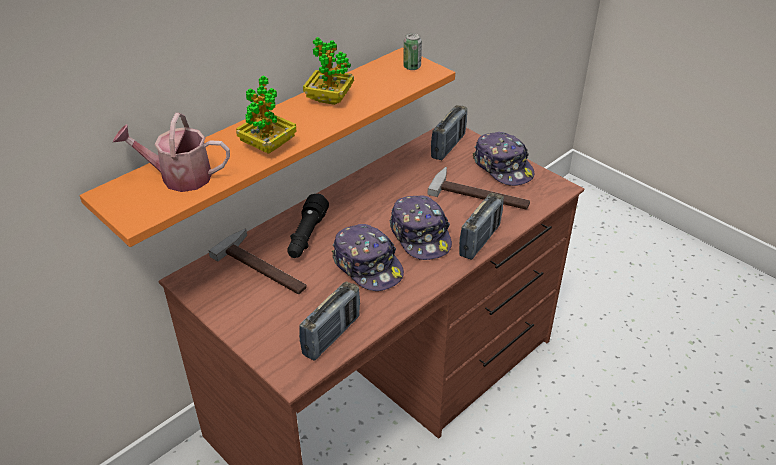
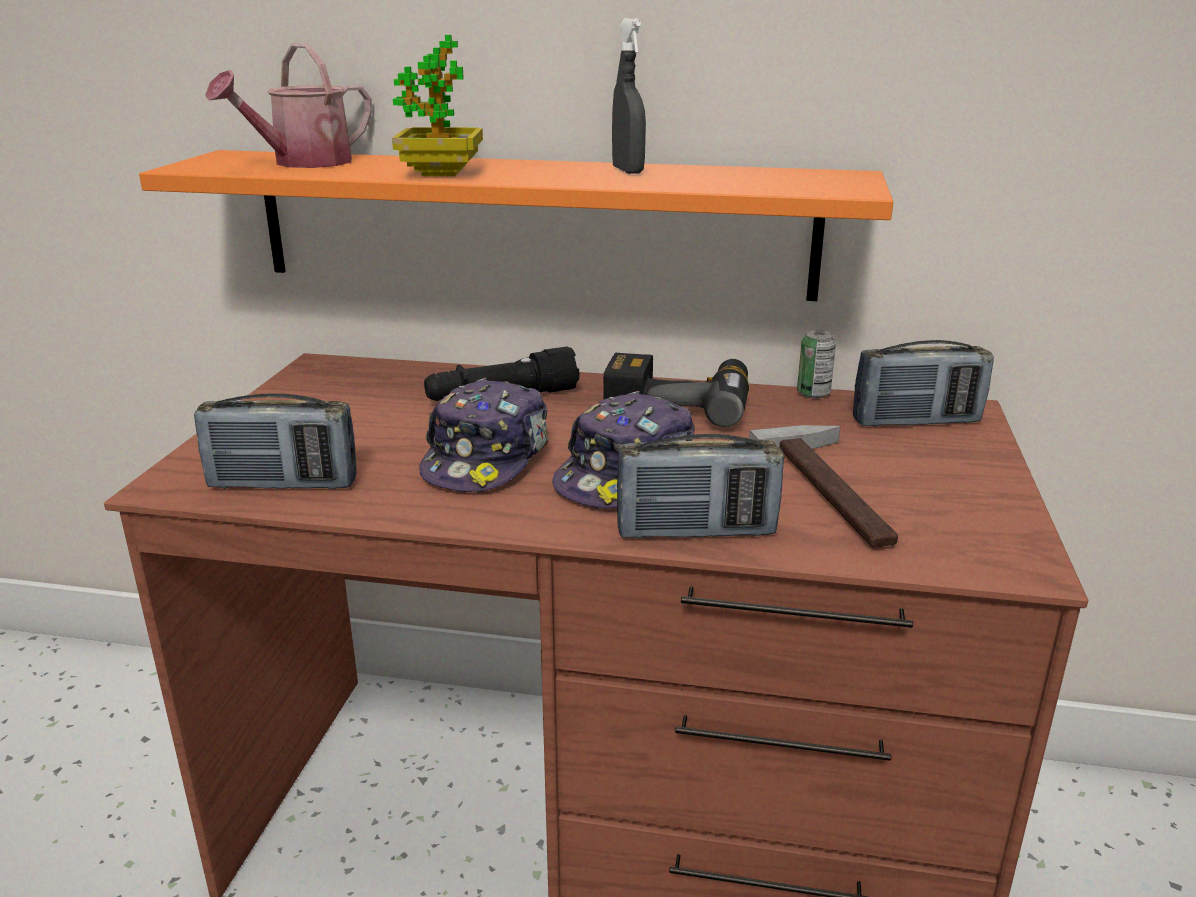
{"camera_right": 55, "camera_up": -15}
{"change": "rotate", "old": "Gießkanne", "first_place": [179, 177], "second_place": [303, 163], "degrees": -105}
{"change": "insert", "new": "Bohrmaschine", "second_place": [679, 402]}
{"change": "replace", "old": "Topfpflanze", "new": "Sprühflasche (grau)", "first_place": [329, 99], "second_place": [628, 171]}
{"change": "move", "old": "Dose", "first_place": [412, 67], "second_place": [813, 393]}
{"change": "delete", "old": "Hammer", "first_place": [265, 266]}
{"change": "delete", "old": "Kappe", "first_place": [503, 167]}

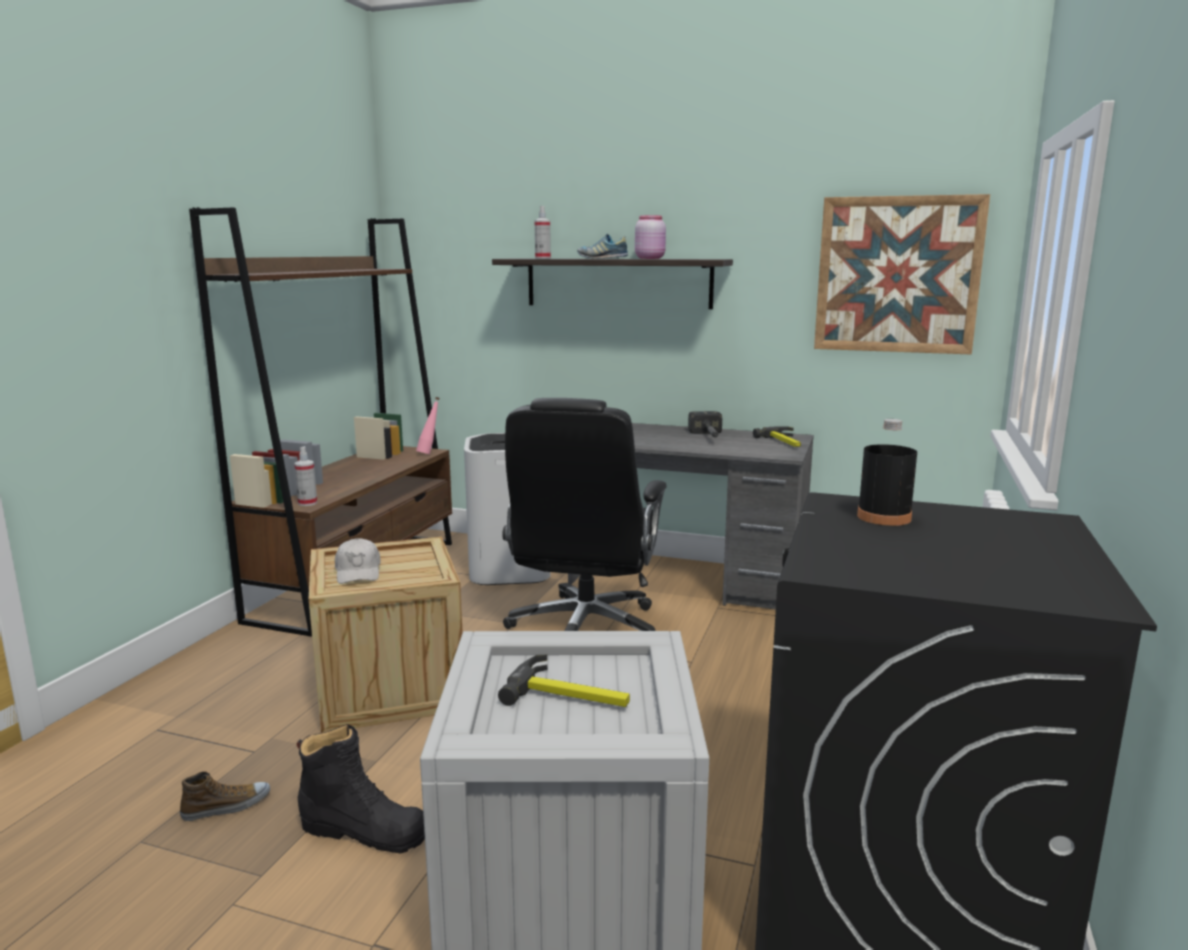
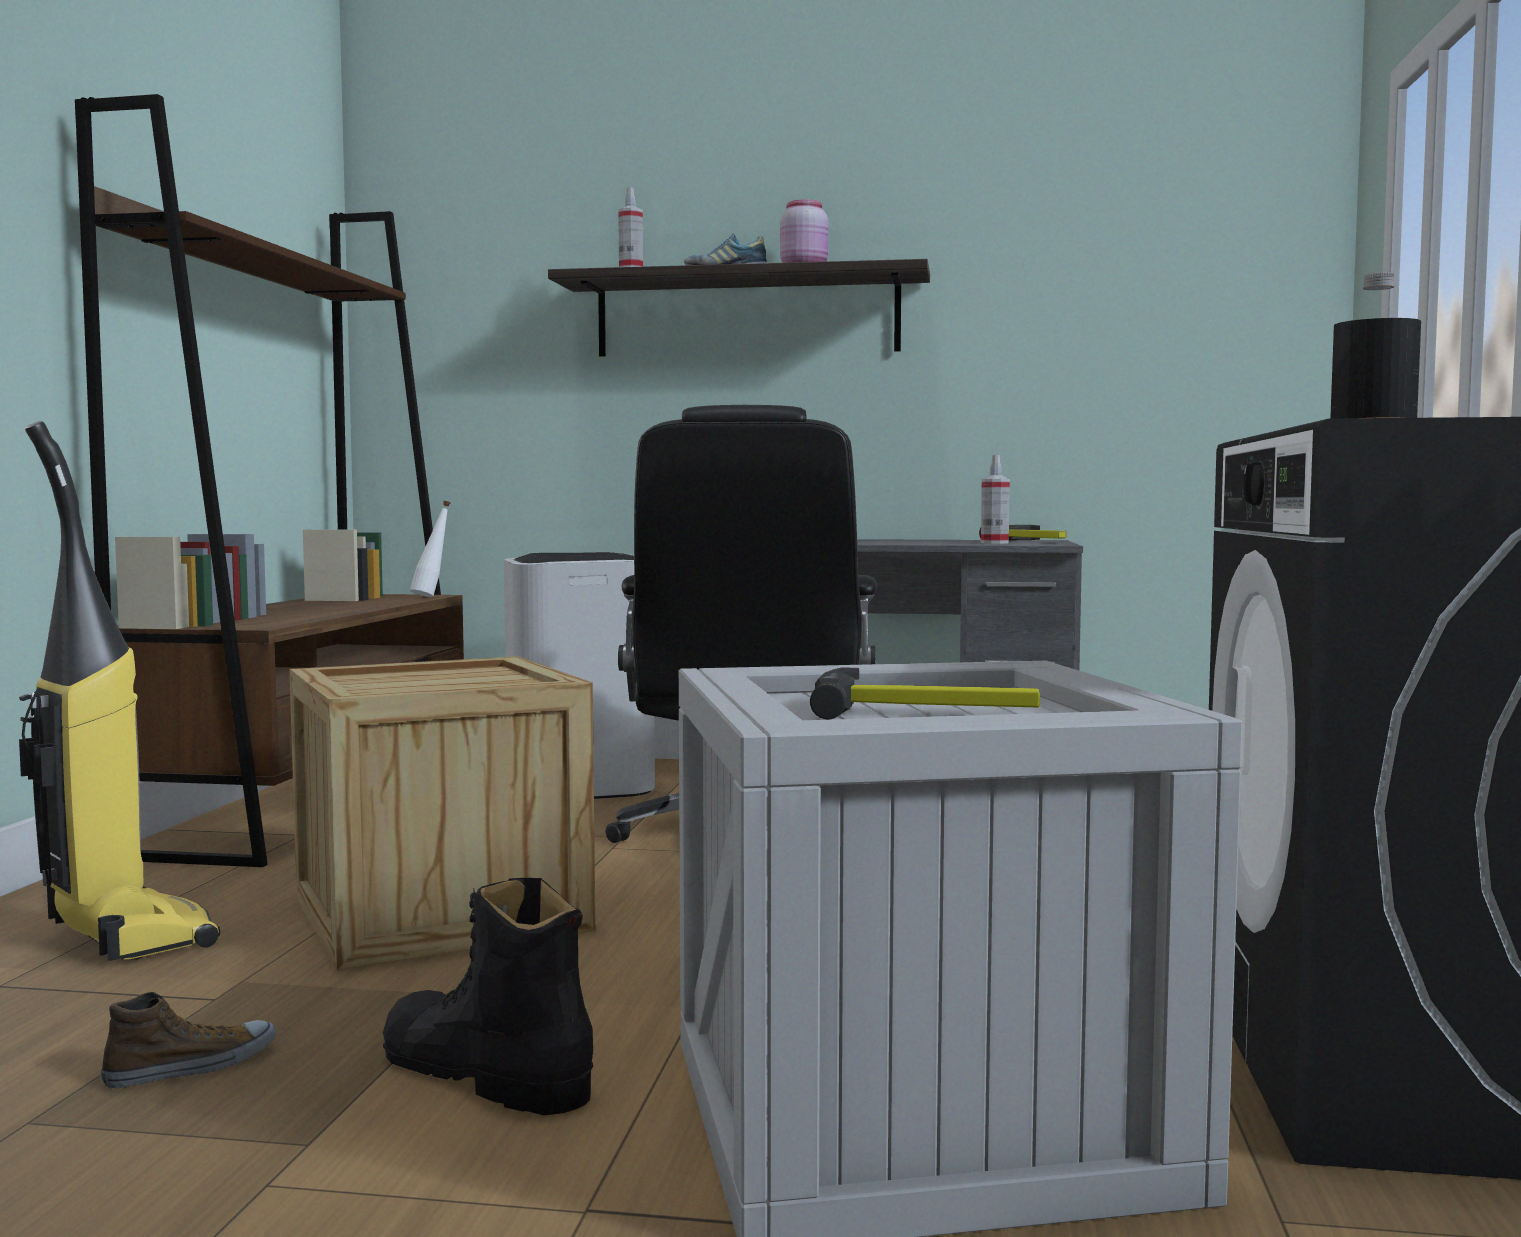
{"camera_right": -10, "camera_up": -10}
{"change": "insert", "new": "Staubsauger", "second_place": [126, 935]}
{"change": "rotate", "old": "Stiefel (schwarz)", "first_place": [364, 830], "second_place": [485, 1074], "degrees": -150}
{"change": "recolor", "old": "Flasche (rosa)", "new": "Flasche (weiß)", "first_place": [429, 453], "second_place": [432, 596]}
{"change": "move", "old": "Sprühflasche", "first_place": [307, 503], "second_place": [994, 543]}
{"change": "delete", "old": "Kappe (weiß)", "first_place": [358, 572]}
{"change": "delete", "old": "Hammer", "first_place": [709, 437]}
{"change": "delete", "old": "Bild", "first_place": [897, 275]}

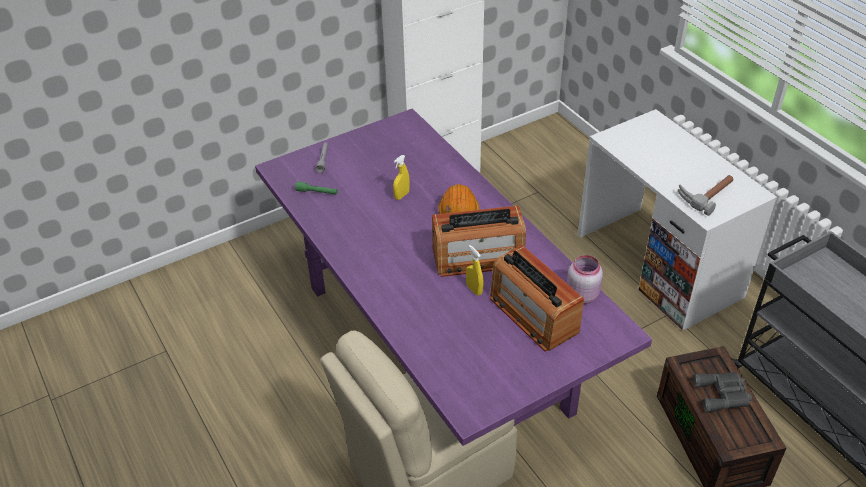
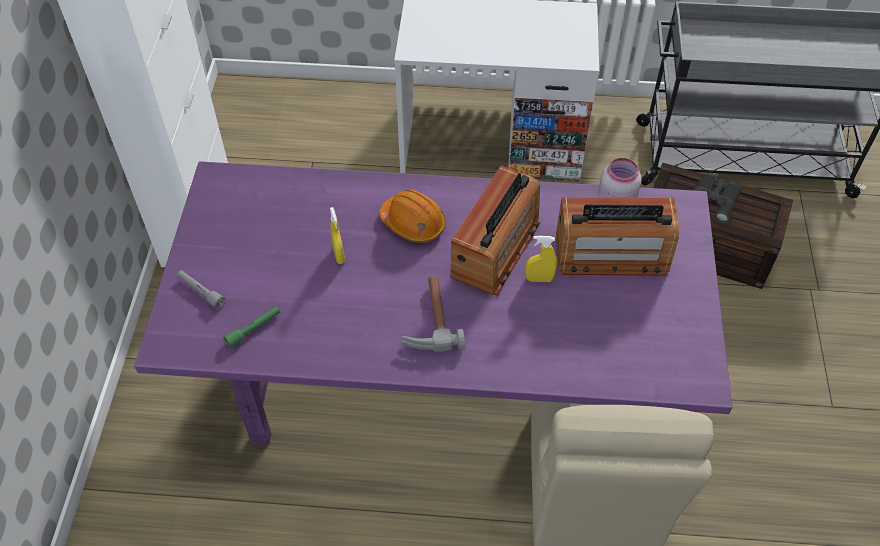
{"camera_right": -55, "camera_up": 10}
{"change": "move", "old": "Hammer", "first_place": [705, 194], "second_place": [428, 319]}

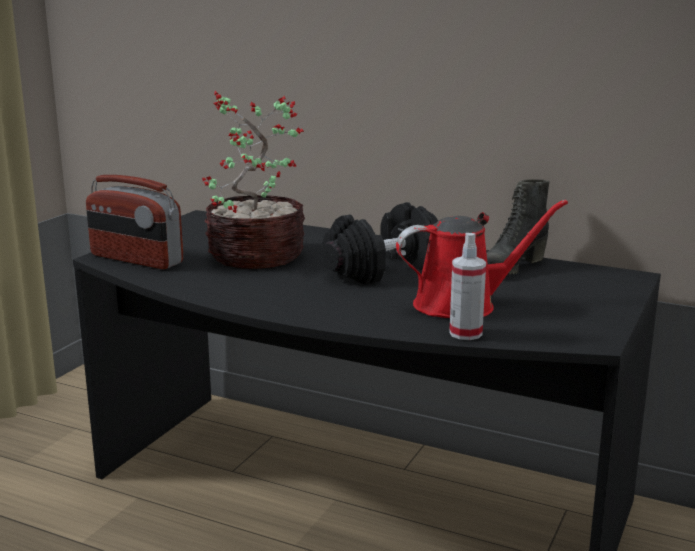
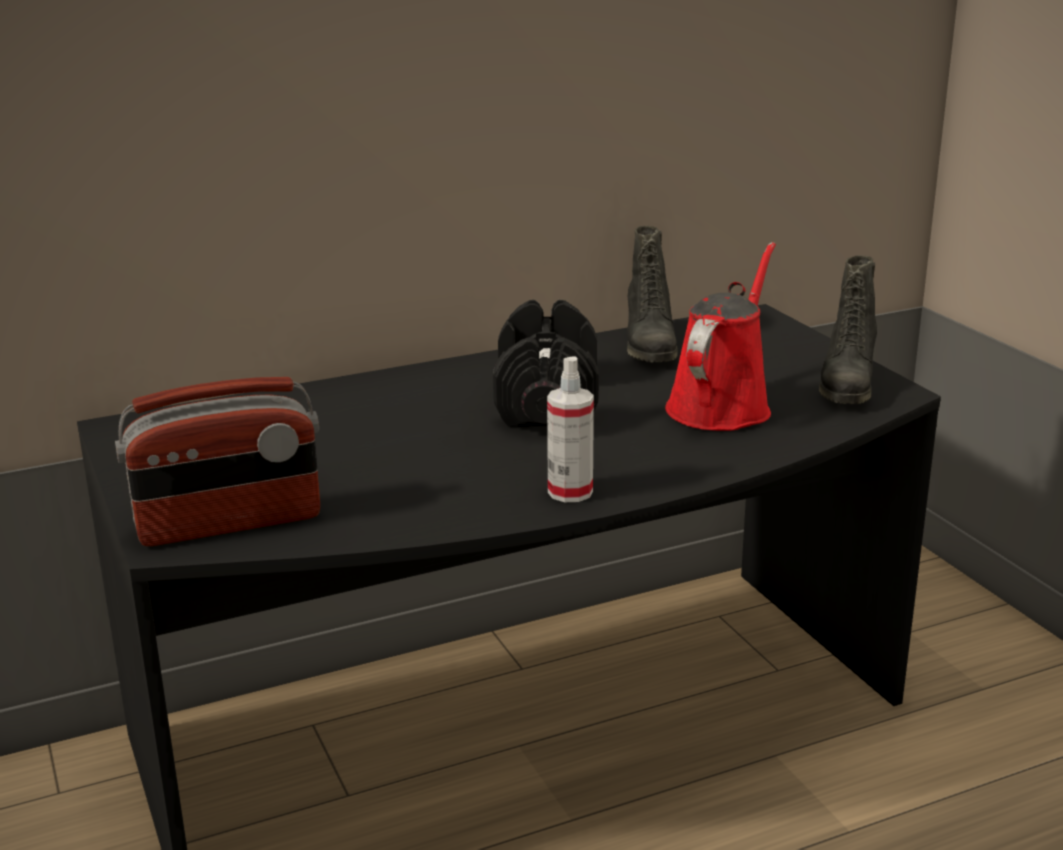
{"camera_right": -50, "camera_up": 5}
{"change": "move", "old": "Sprühflasche", "first_place": [465, 333], "second_place": [570, 492]}
{"change": "insert", "new": "Stiefel (schwarz)", "second_place": [845, 386]}
{"change": "delete", "old": "Topfpflanze", "first_place": [254, 257]}

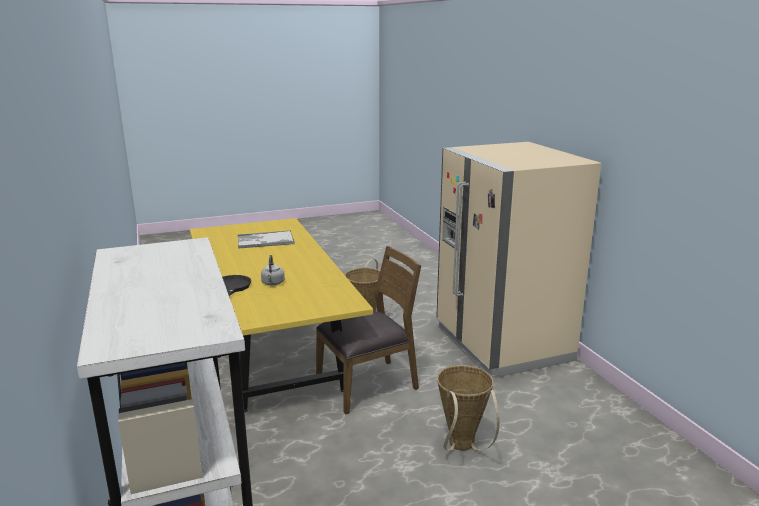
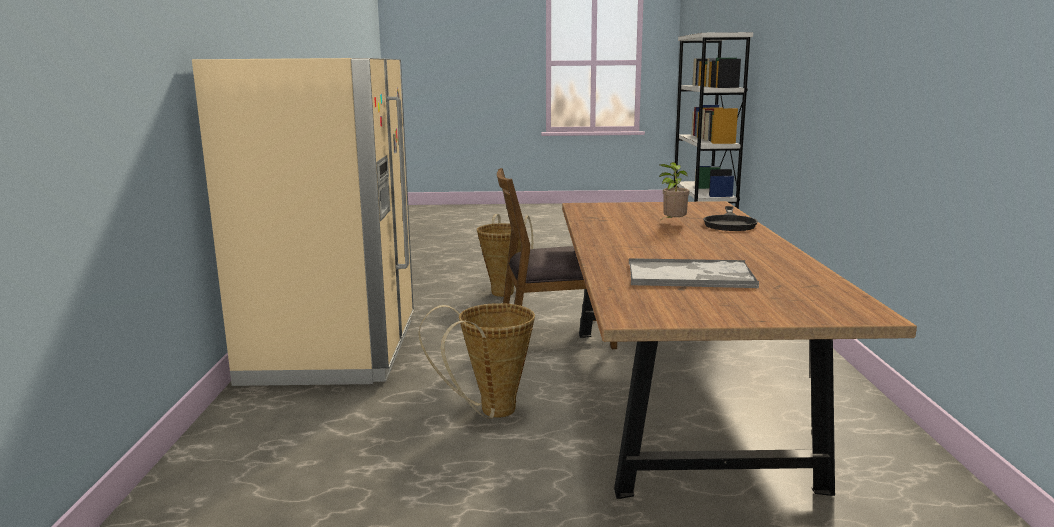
{"camera_right": -160, "camera_up": -5}
{"change": "recolor", "old": "Esstisch (gelb)", "new": "Esstisch (braun)", "first_place": [271, 347], "second_place": [677, 395]}
{"change": "replace", "old": "Wasserkessel (grau)", "new": "Topfpflanze", "first_place": [273, 283], "second_place": [672, 223]}

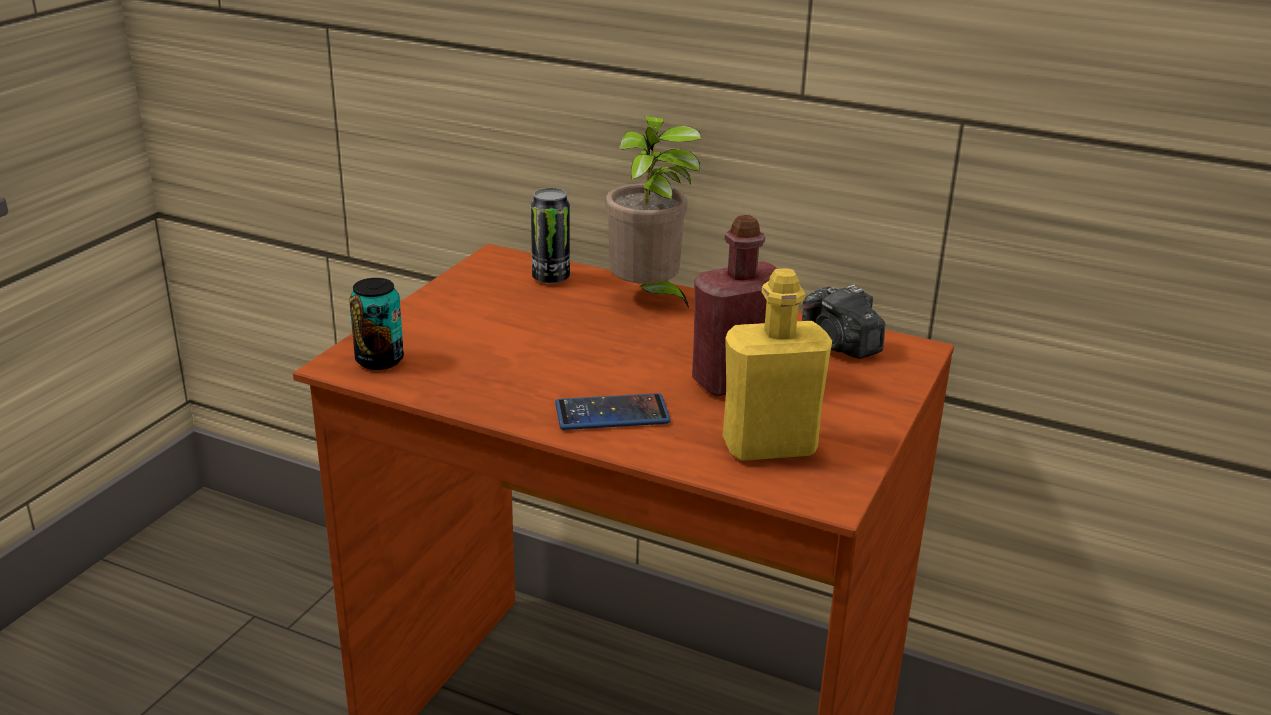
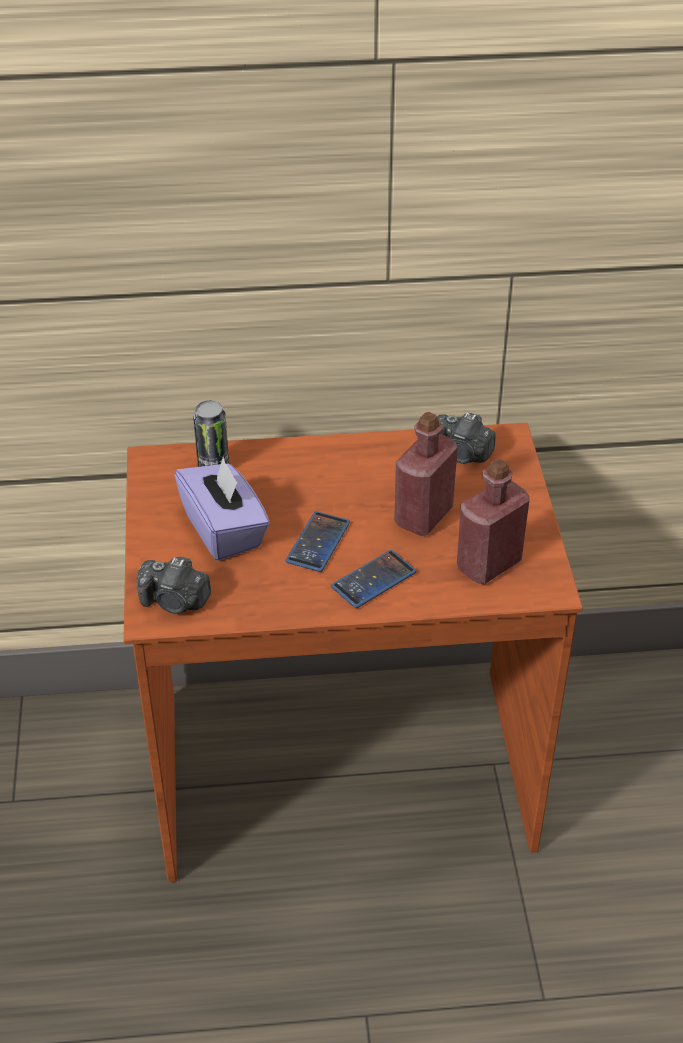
{"camera_right": -30, "camera_up": 15}
{"change": "replace", "old": "Dose", "new": "Kamera", "first_place": [379, 360], "second_place": [175, 601]}
{"change": "insert", "new": "Taschentuchbox (lila)", "second_place": [224, 530]}
{"change": "insert", "new": "Handy", "second_place": [318, 542]}
{"change": "recolor", "old": "Flasche (gelb)", "new": "Flasche (rot)", "first_place": [769, 446], "second_place": [488, 564]}
{"change": "delete", "old": "Topfpflanze", "first_place": [648, 298]}

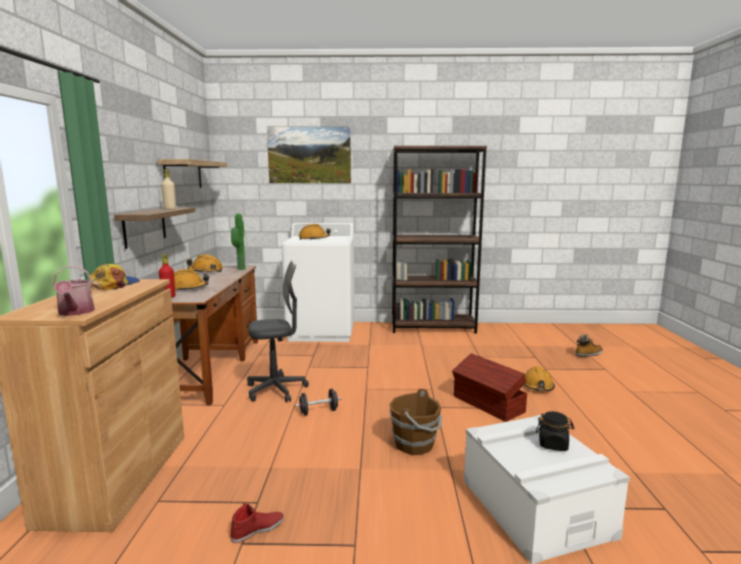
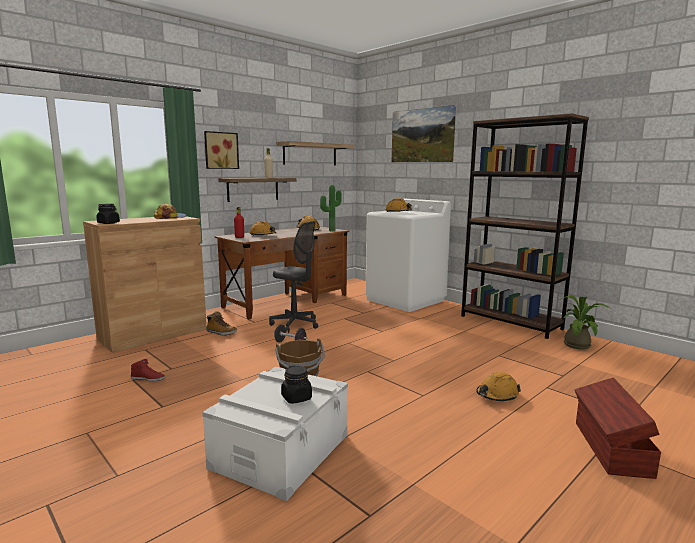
{"camera_right": 45, "camera_up": 0}
{"change": "replace", "old": "Gießkanne", "new": "Vorratsglas (schwarz)", "first_place": [75, 312], "second_place": [108, 223]}
{"change": "insert", "new": "Bild", "second_place": [220, 150]}
{"change": "move", "old": "Stiefel", "first_place": [588, 354], "second_place": [221, 333]}
{"change": "insert", "new": "Topfpflanze", "second_place": [578, 344]}
{"change": "move", "old": "Aufbewahrungsbox (braun)", "first_place": [488, 404], "second_place": [610, 449]}

